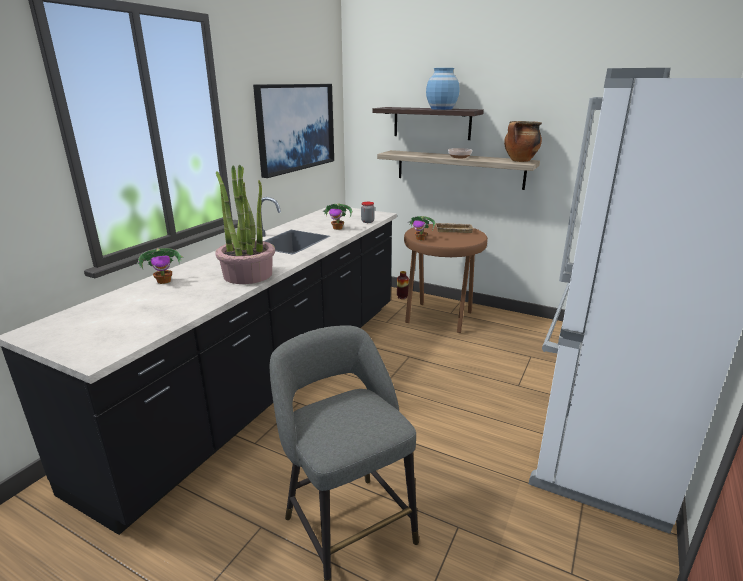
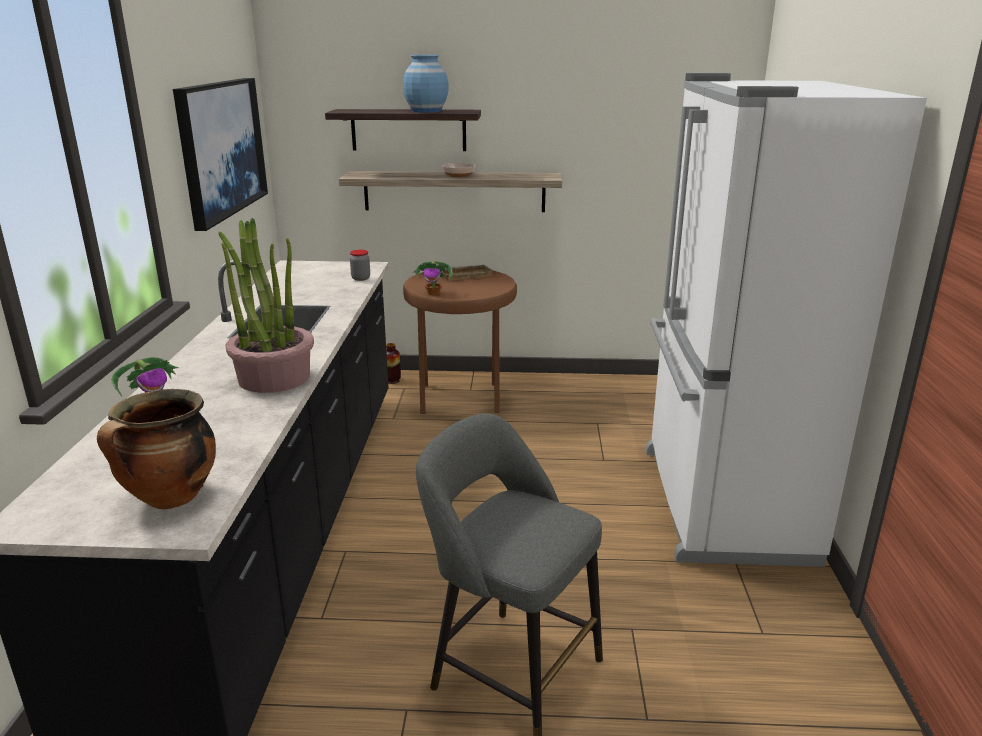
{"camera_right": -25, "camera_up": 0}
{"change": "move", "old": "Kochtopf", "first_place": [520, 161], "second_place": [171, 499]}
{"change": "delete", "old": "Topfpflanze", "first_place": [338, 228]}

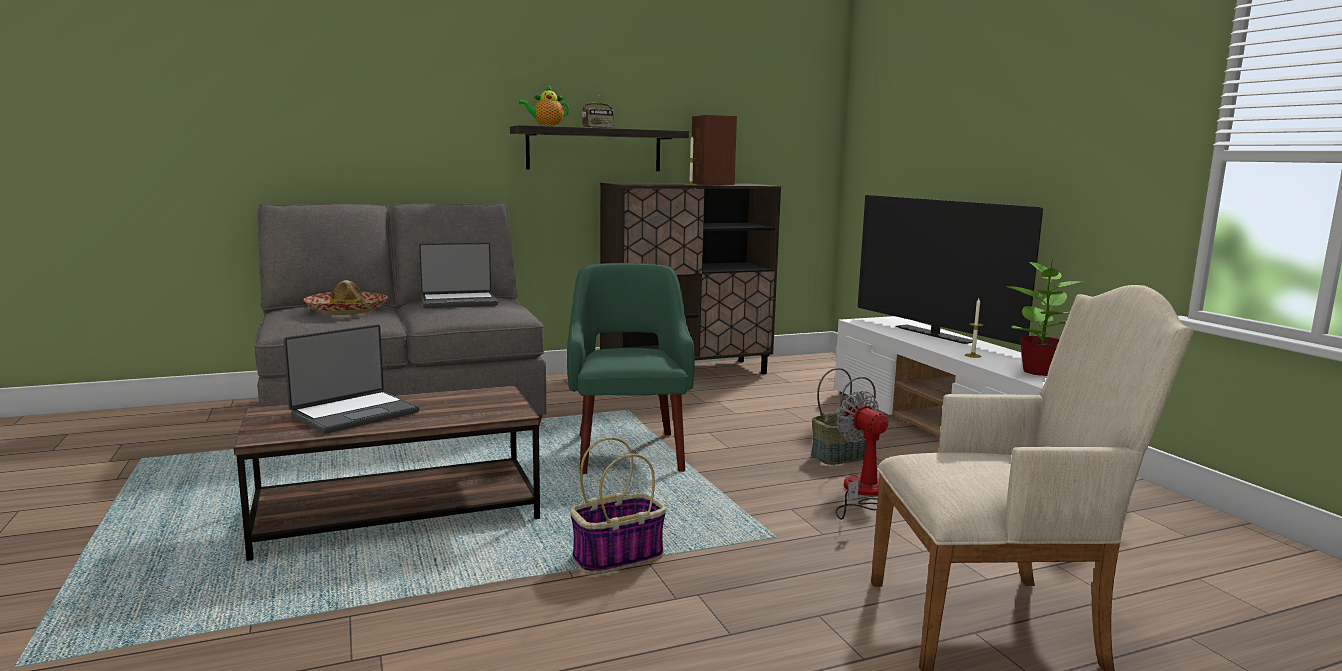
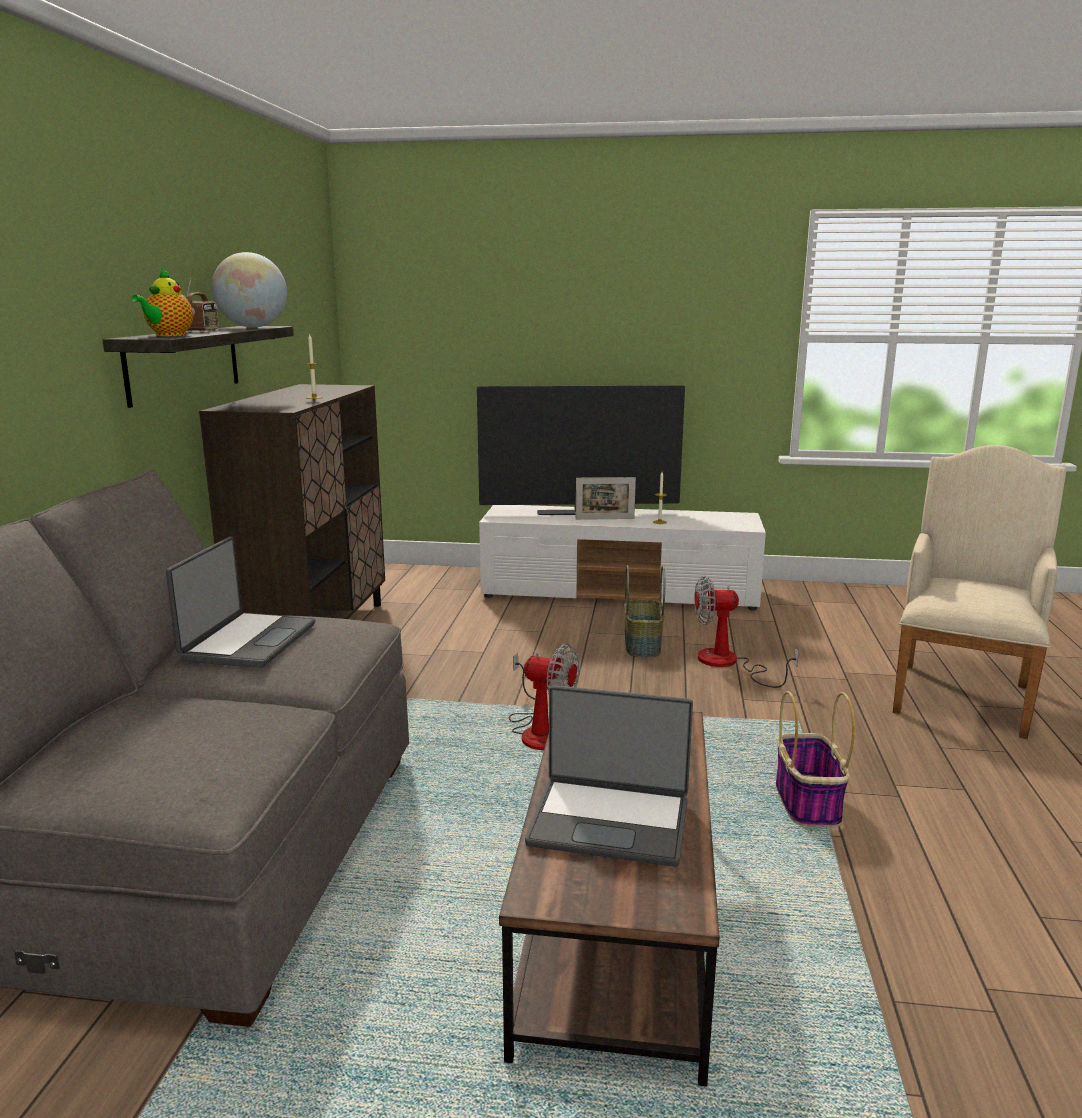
{"camera_right": -60, "camera_up": 5}
{"change": "insert", "new": "Globus", "second_place": [253, 327]}
{"change": "replace", "old": "Sessel (grün)", "new": "Ventilator", "first_place": [628, 451], "second_place": [540, 731]}
{"change": "rotate", "old": "Laptop", "first_place": [354, 414], "second_place": [610, 821], "degrees": 120}
{"change": "insert", "new": "Bilderrahmen", "second_place": [605, 519]}
{"change": "delete", "old": "Hut", "first_place": [347, 311]}
{"change": "delete", "old": "Lautsprecher (braun)", "first_place": [712, 183]}
{"change": "delete", "old": "Topfpflanze", "first_place": [1040, 372]}

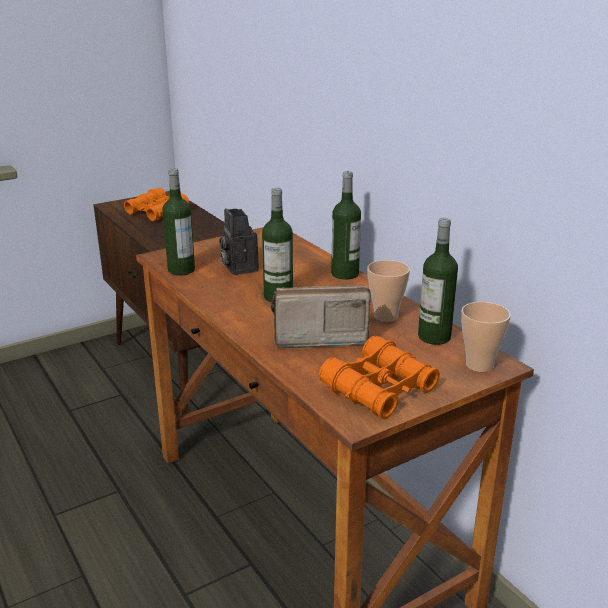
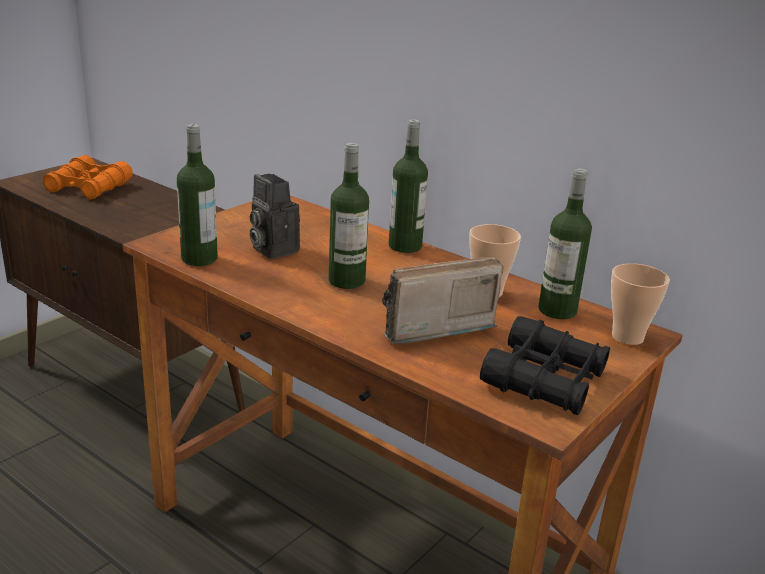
{"camera_right": -20, "camera_up": 0}
{"change": "recolor", "old": "Fernglas (orange)", "new": "Fernglas (schwarz)", "first_place": [379, 389], "second_place": [545, 379]}

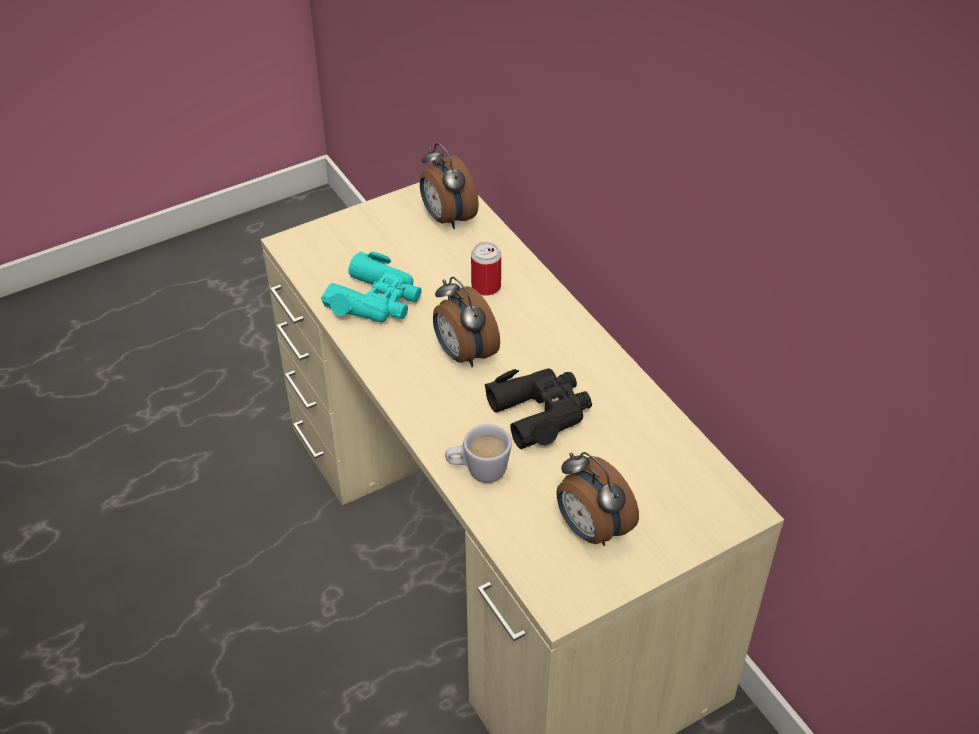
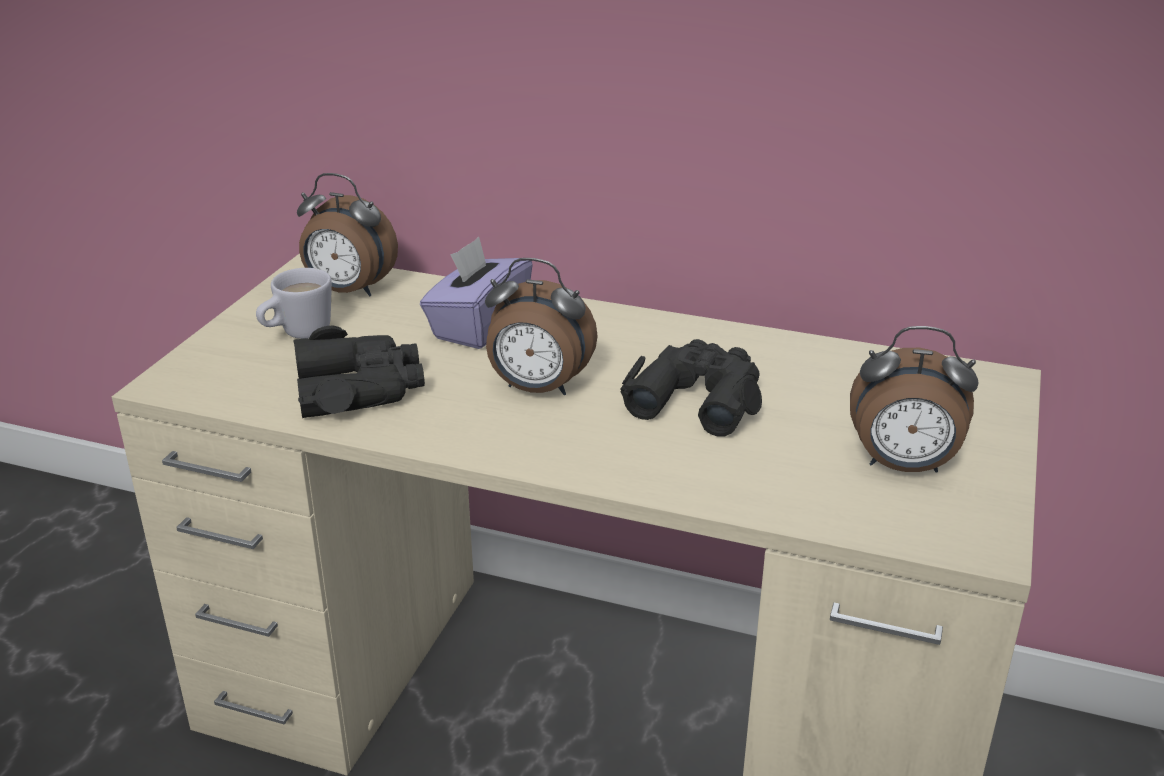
{"camera_right": -40, "camera_up": -15}
{"change": "move", "old": "Henkelbecher (weiß)", "first_place": [478, 471], "second_place": [297, 334]}
{"change": "recolor", "old": "Fernglas (türkis)", "new": "Fernglas (schwarz)", "first_place": [376, 300], "second_place": [359, 388]}
{"change": "replace", "old": "Dose", "new": "Taschentuchbox (lila)", "first_place": [486, 286], "second_place": [478, 326]}

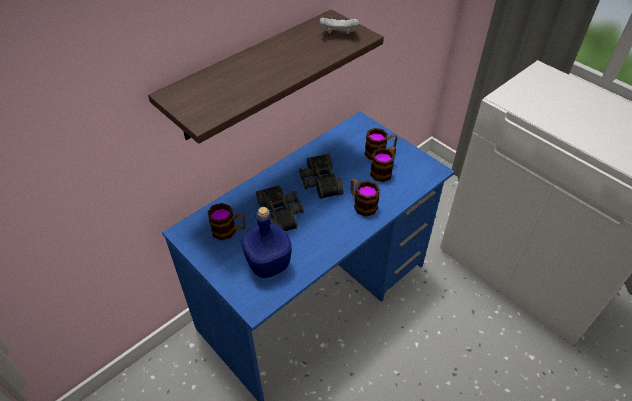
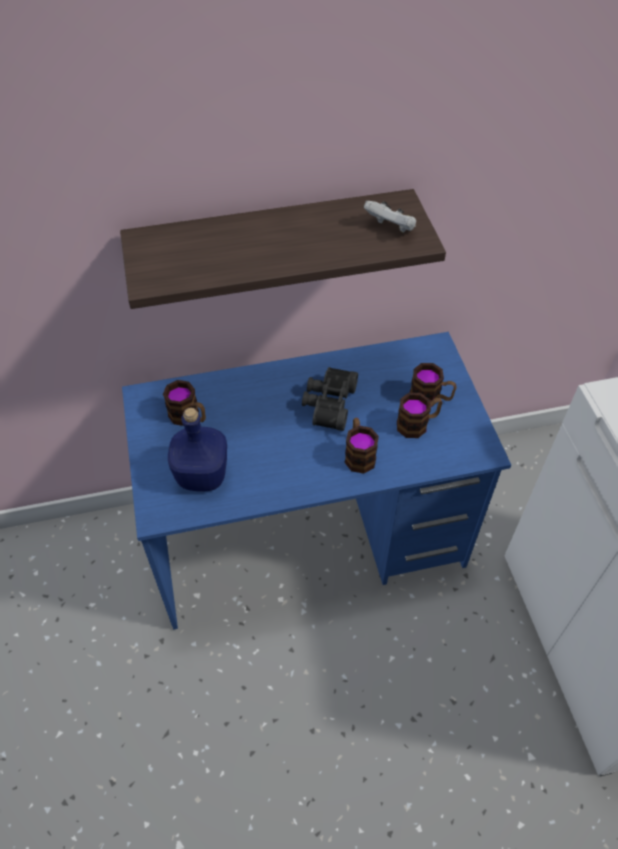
{"camera_right": 30, "camera_up": 5}
{"change": "delete", "old": "Fernglas (schwarz)", "first_place": [282, 213]}

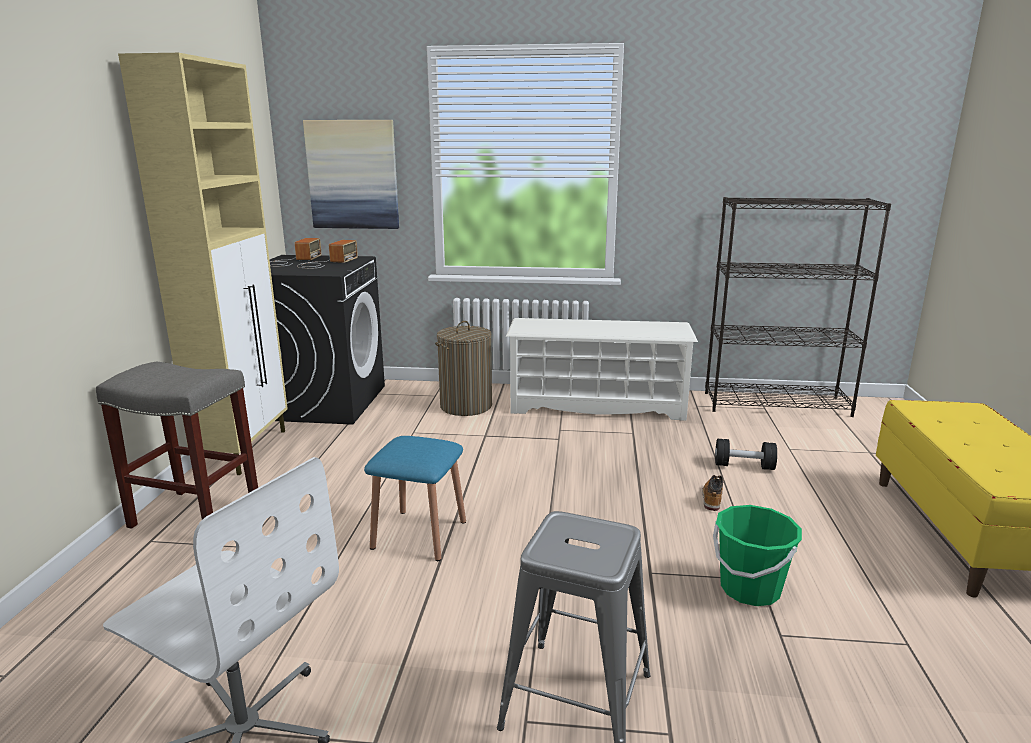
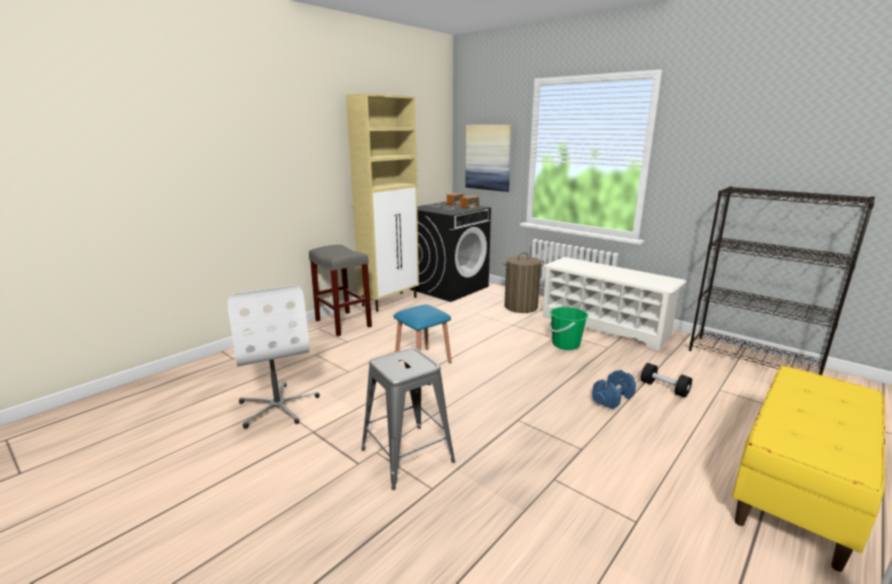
{"camera_right": 35, "camera_up": 0}
{"change": "move", "old": "Eimer (grün)", "first_place": [749, 589], "second_place": [565, 344]}
{"change": "replace", "old": "Stiefel", "new": "Hantel (blau)", "first_place": [712, 498], "second_place": [612, 398]}

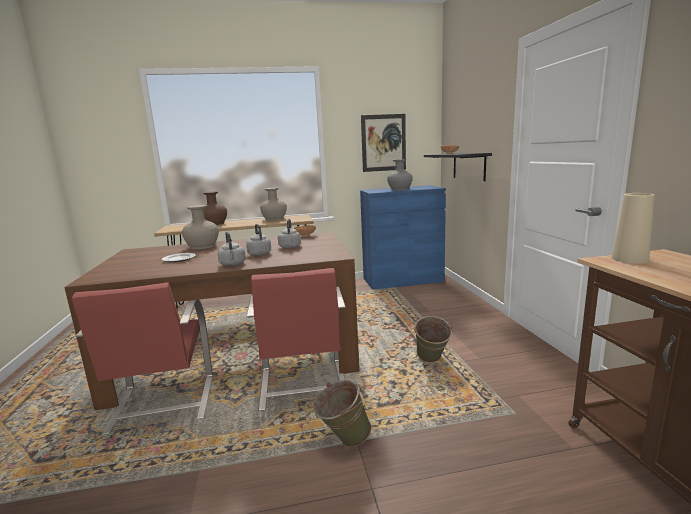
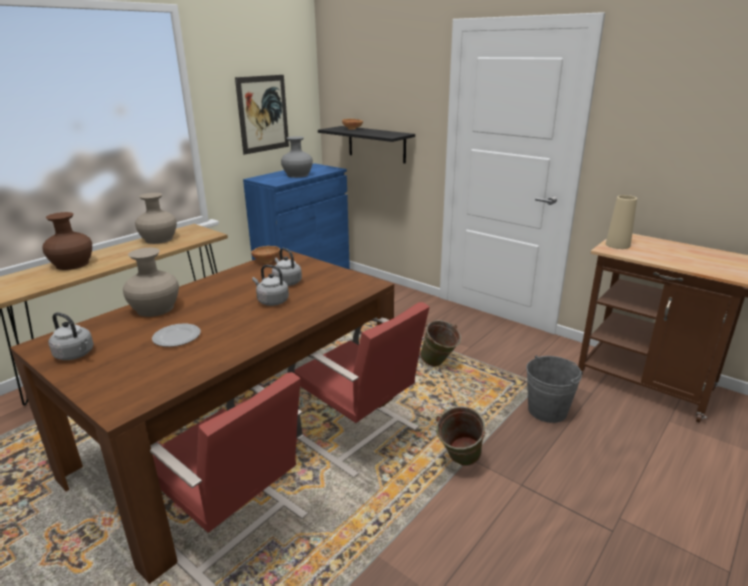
{"camera_right": -40, "camera_up": 10}
{"change": "move", "old": "Wasserkessel (grau)", "first_place": [233, 264], "second_place": [76, 355]}
{"change": "insert", "new": "Eimer (grau)", "second_place": [547, 410]}

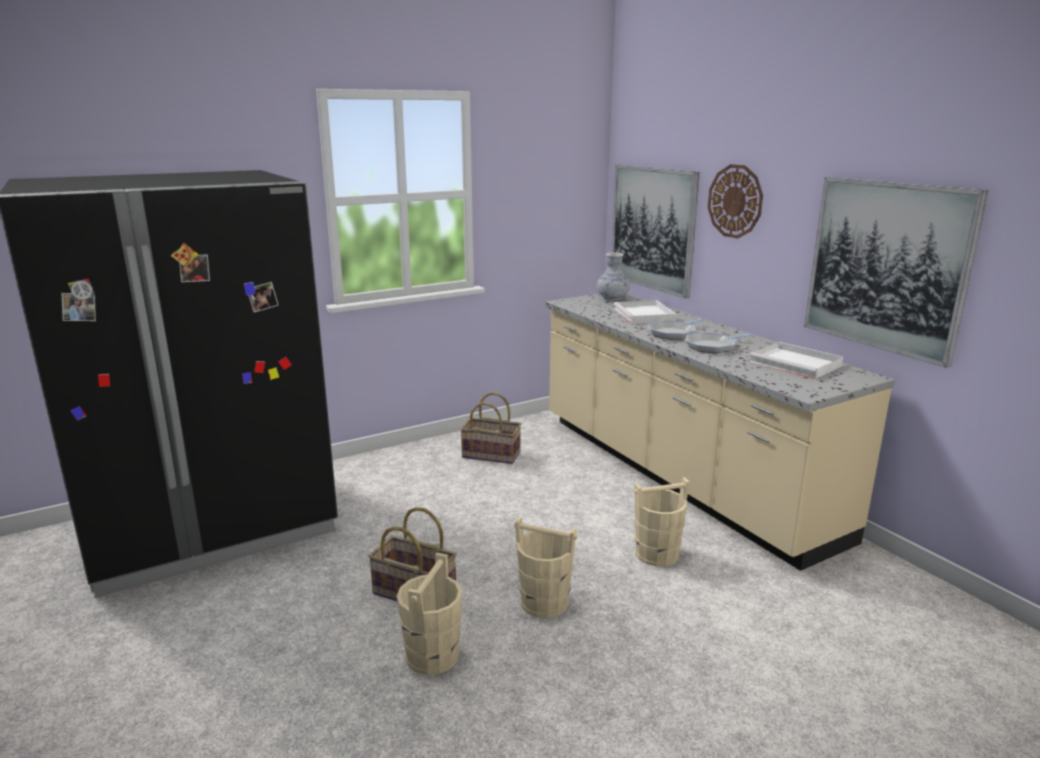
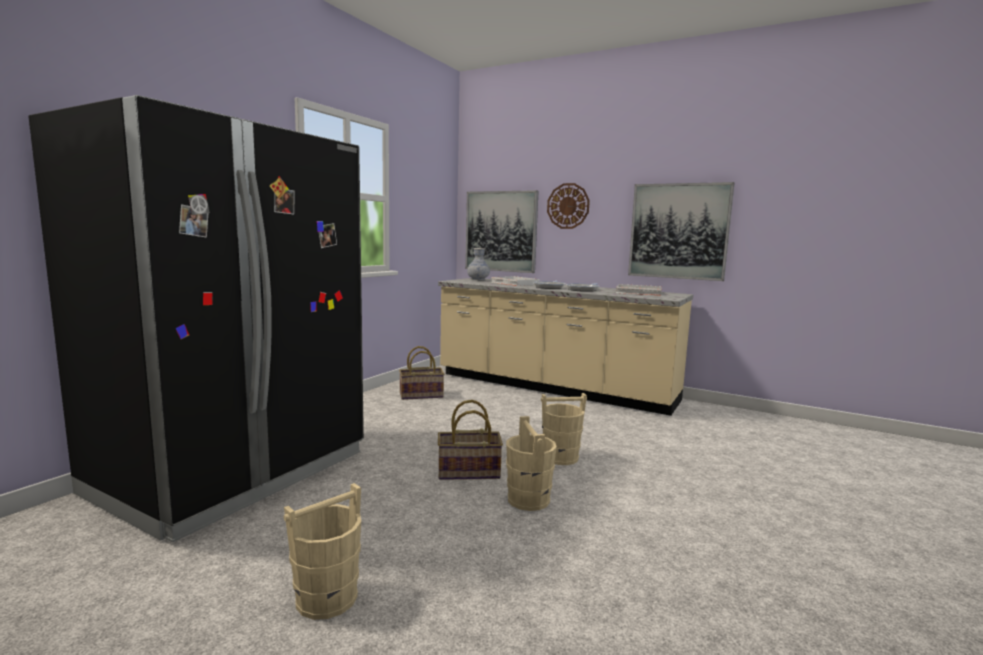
{"camera_right": -30, "camera_up": -10}
{"change": "move", "old": "Eimer (beige)", "first_place": [656, 554], "second_place": [326, 598]}

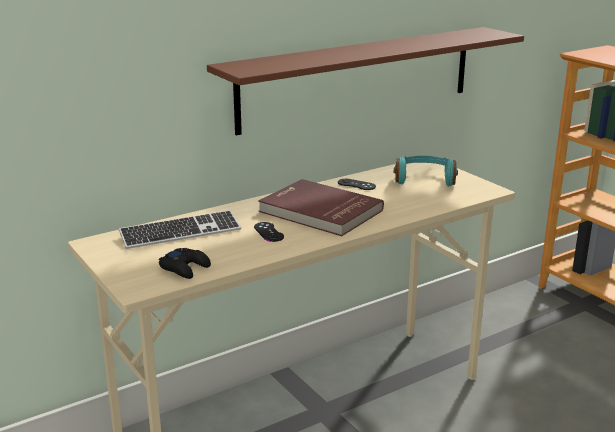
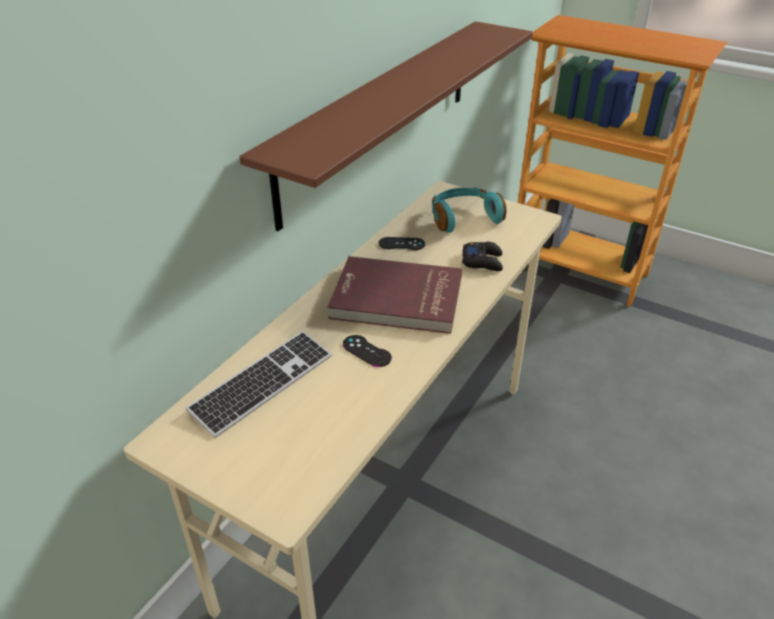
{"camera_right": -25, "camera_up": 15}
{"change": "move", "old": "Gamepad (schwarz)", "first_place": [185, 268], "second_place": [482, 261]}

